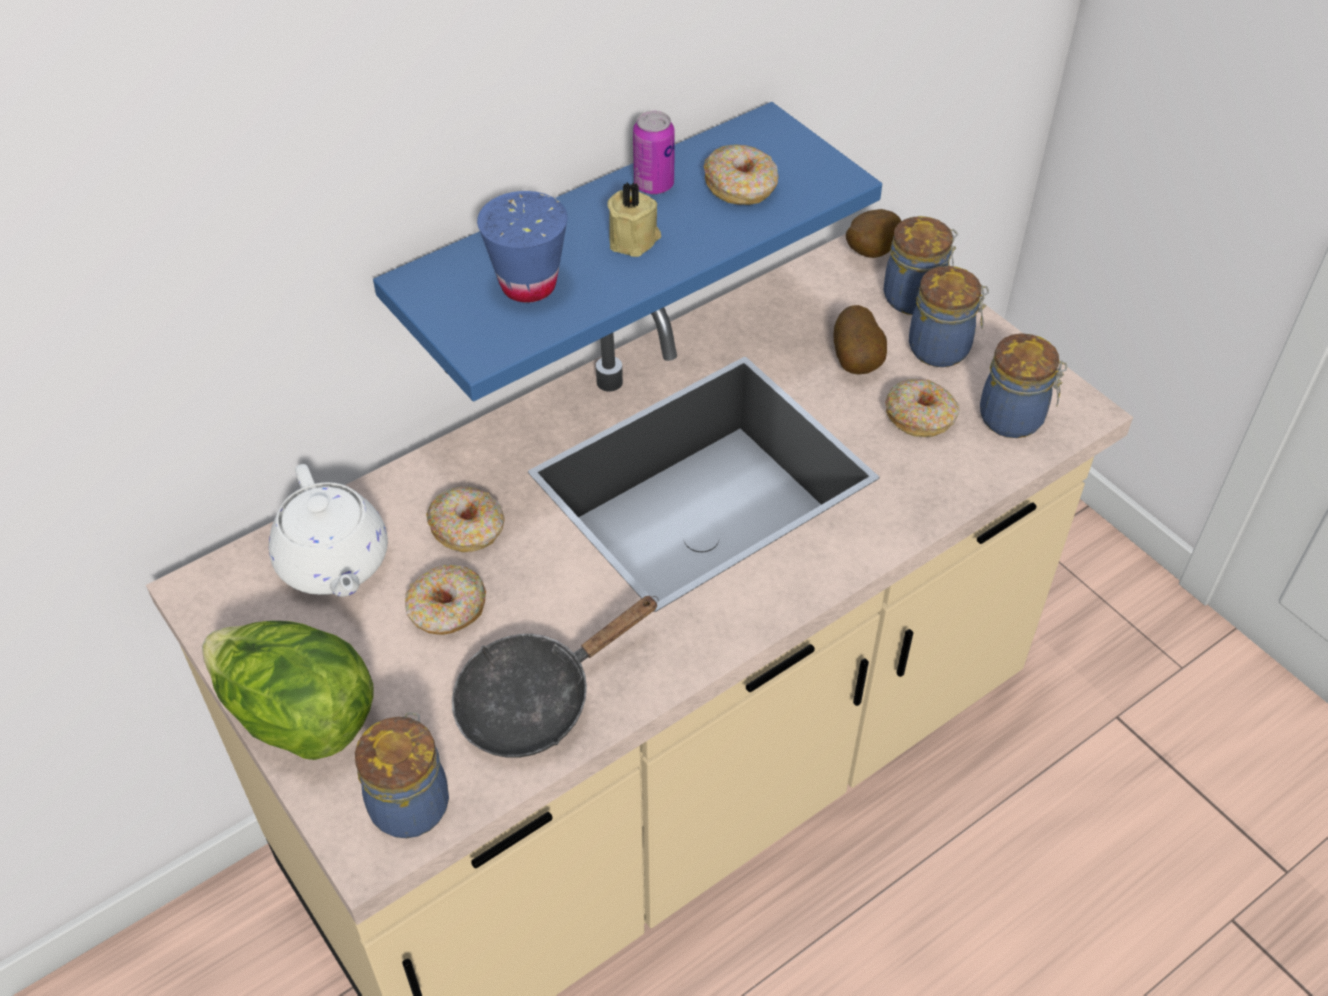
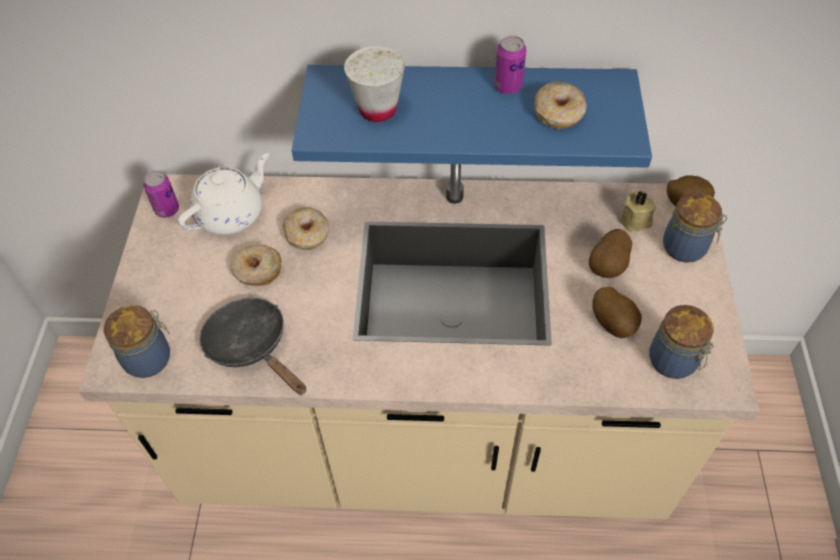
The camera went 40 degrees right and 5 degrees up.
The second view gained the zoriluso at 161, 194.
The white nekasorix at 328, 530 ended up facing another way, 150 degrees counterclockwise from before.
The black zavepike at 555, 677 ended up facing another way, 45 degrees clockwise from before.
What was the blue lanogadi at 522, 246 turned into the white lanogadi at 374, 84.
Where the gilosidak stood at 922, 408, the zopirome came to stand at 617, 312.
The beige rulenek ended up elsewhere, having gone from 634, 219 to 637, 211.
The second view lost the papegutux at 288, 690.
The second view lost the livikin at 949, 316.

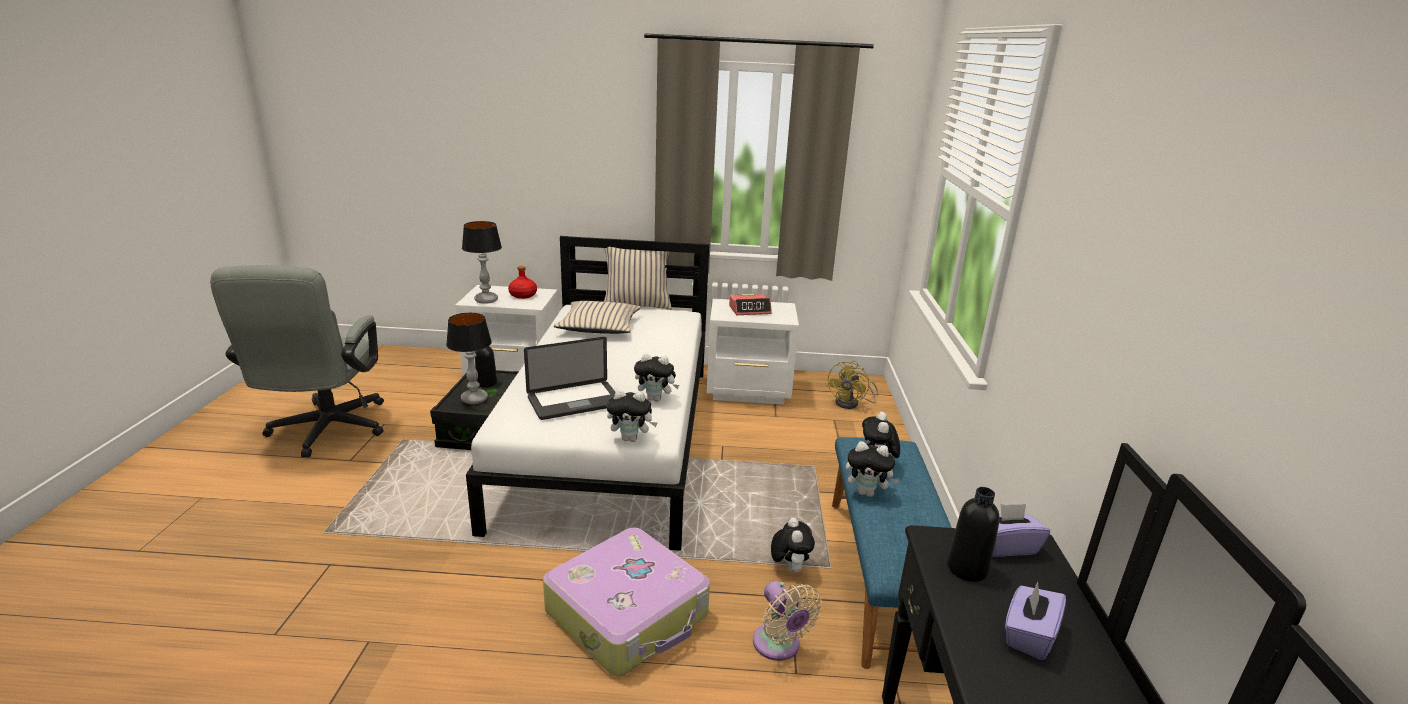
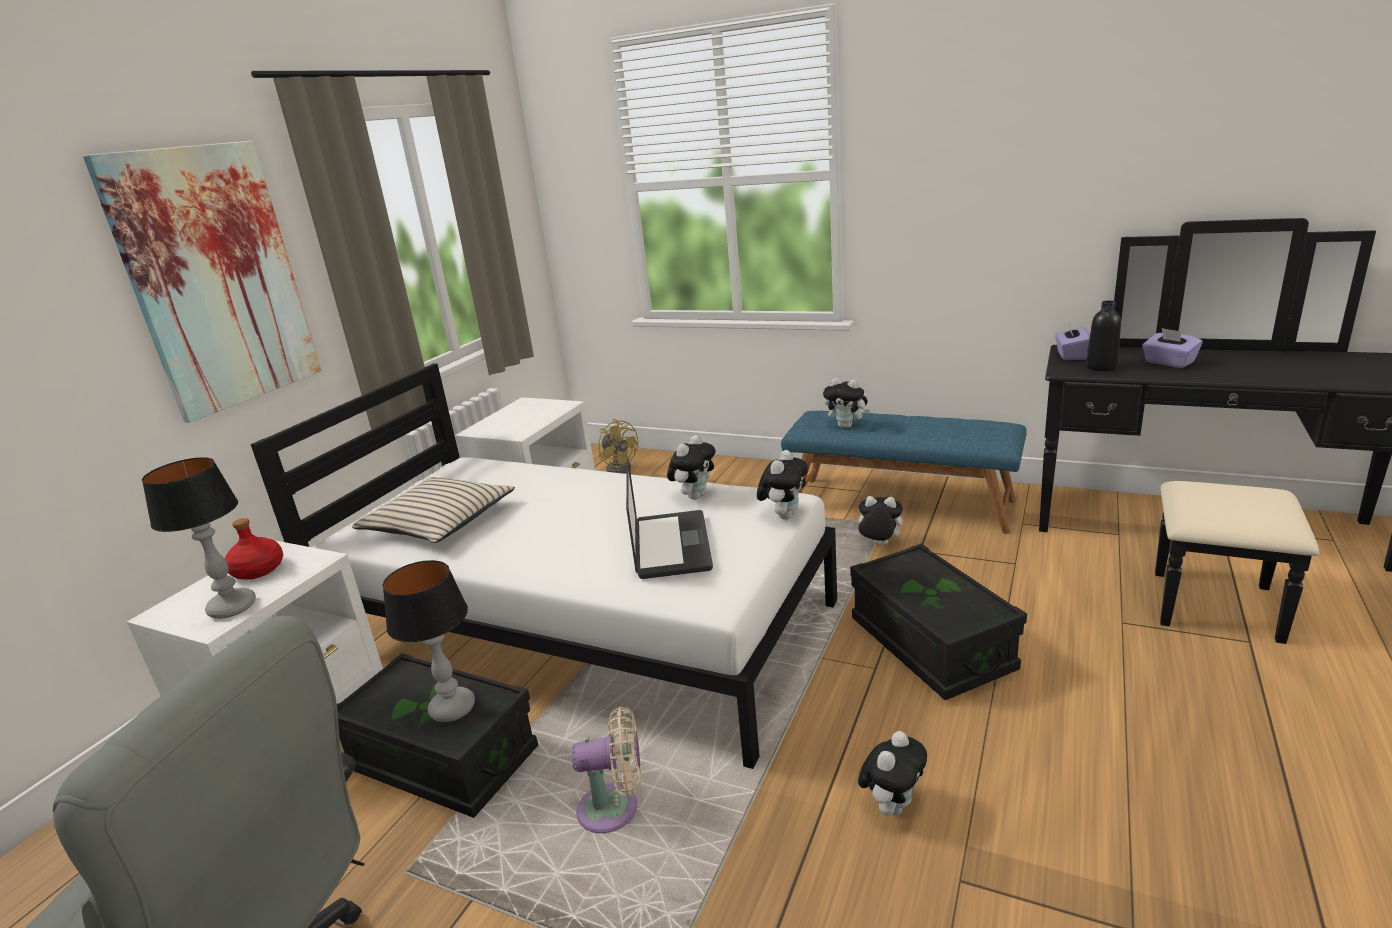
The camera went 65 degrees left and 0 degrees up.
The second view gained the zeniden at 202, 282.
The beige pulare ended up elsewhere, having gone from 787, 621 to 606, 770.
Where the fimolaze stood at 626, 601, the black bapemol came to stand at 938, 622.
The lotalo ended up elsewhere, having gone from 872, 469 to 892, 773.
The second view lost the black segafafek at 486, 367.
The second view lost the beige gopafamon at 637, 278.
The second view lost the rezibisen at 750, 304.

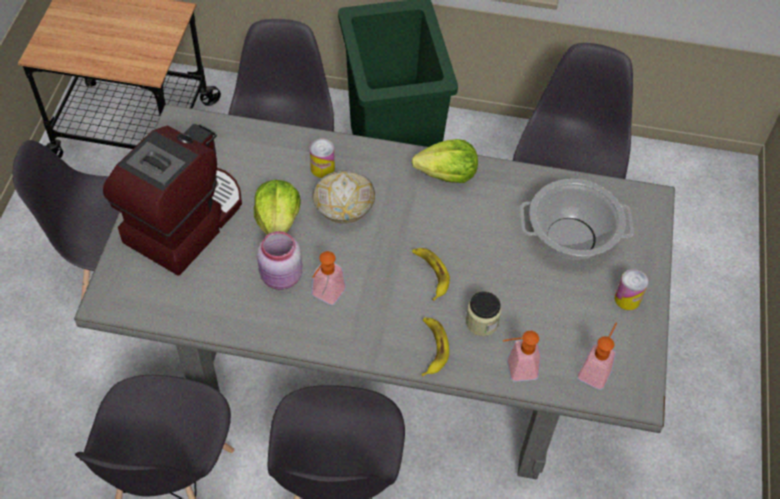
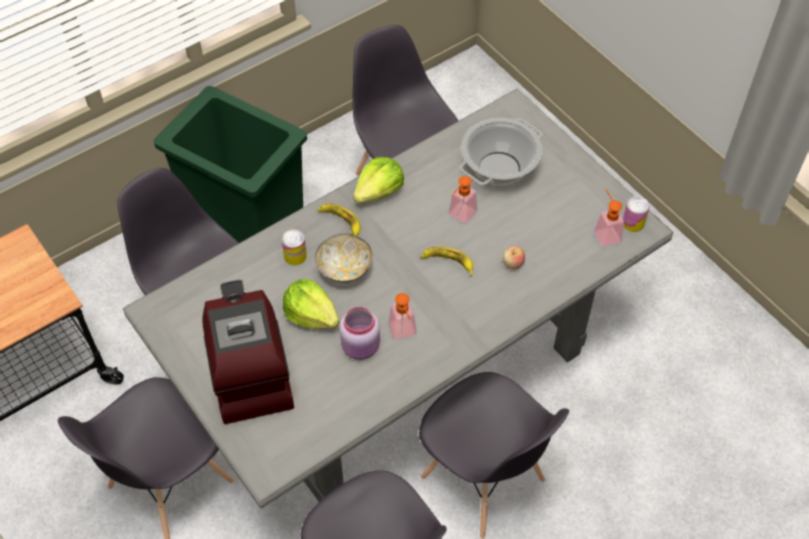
The camera went 45 degrees left and 0 degrees up.
The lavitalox ended up elsewhere, having gone from 435, 346 to 339, 219.
The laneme ended up elsewhere, having gone from 522, 356 to 463, 200.
Where the livikin stood at 483, 313, the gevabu came to stand at 514, 257.
The zoriluso ended up elsewhere, having gone from 631, 289 to 636, 214.

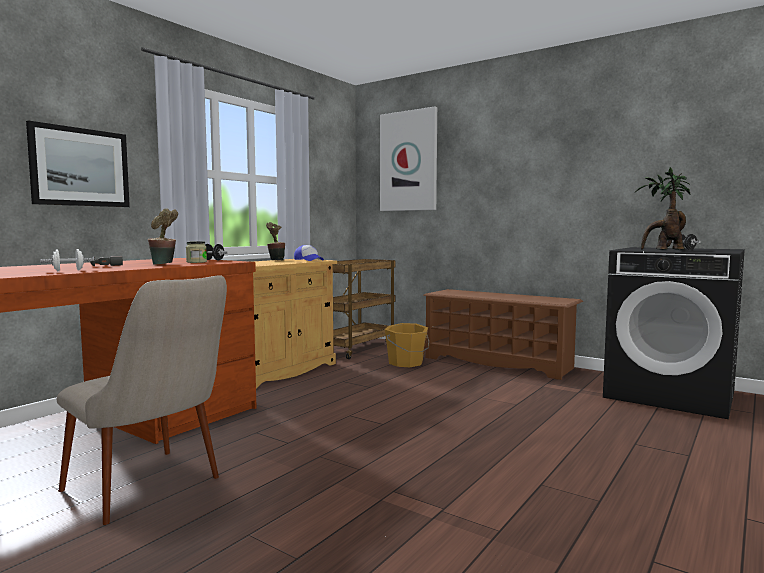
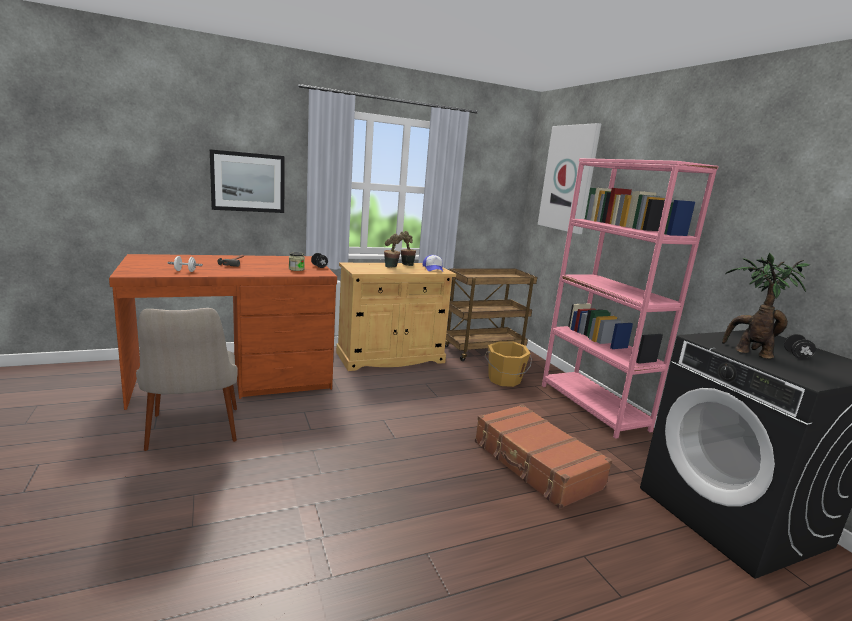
The camera went 30 degrees right and 10 degrees up.
The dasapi ended up elsewhere, having gone from 163, 236 to 393, 251.
The second view gained the brown fimolaze at 543, 456.
Where the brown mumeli stood at 503, 334, the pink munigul came to stand at 630, 298.

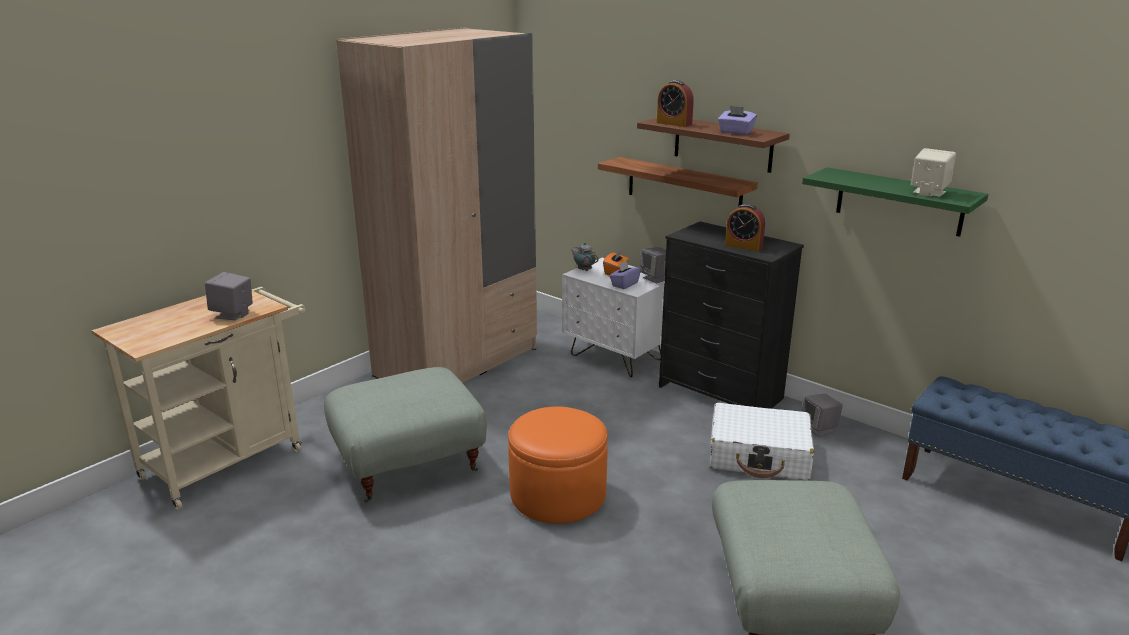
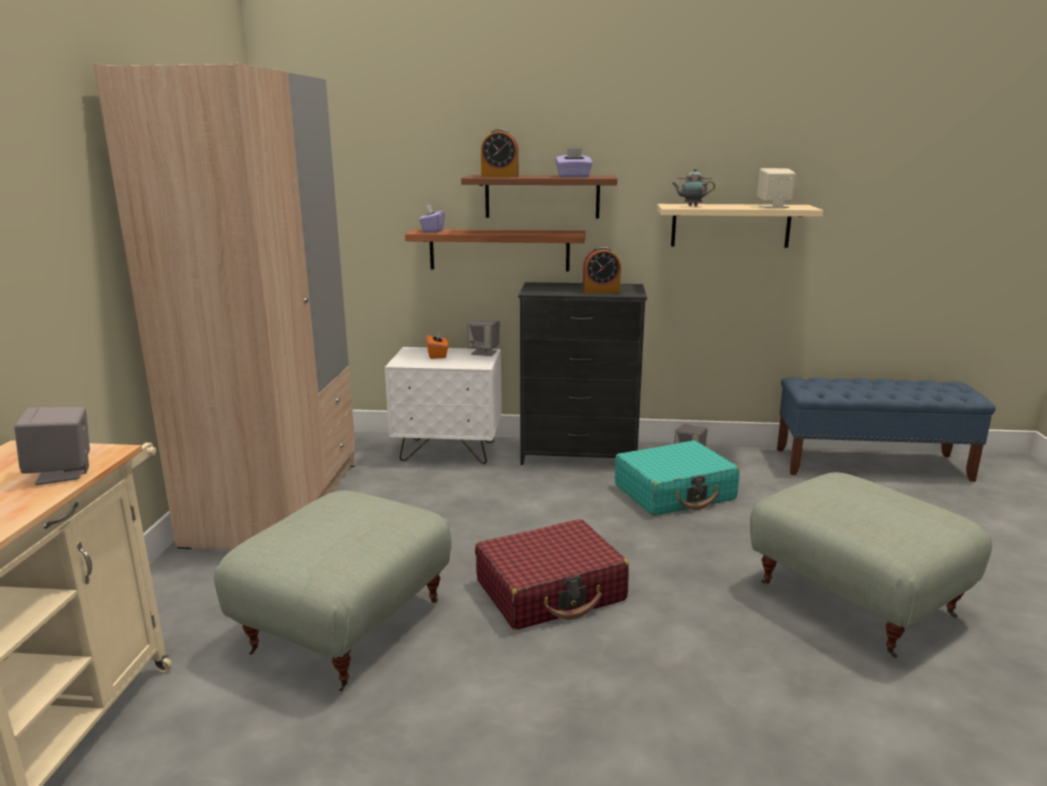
The camera went 35 degrees left and 5 degrees down.
The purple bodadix ended up elsewhere, having gone from 625, 275 to 432, 218.
Where the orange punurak stood at 558, 465, the red fimolaze came to stand at 552, 574.
What was the white fimolaze at 762, 442 turned into the turquoise fimolaze at 677, 478.
What was the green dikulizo at 895, 202 turned into the beige dikulizo at 740, 226.
The nekasorix ended up elsewhere, having gone from 585, 256 to 693, 187.

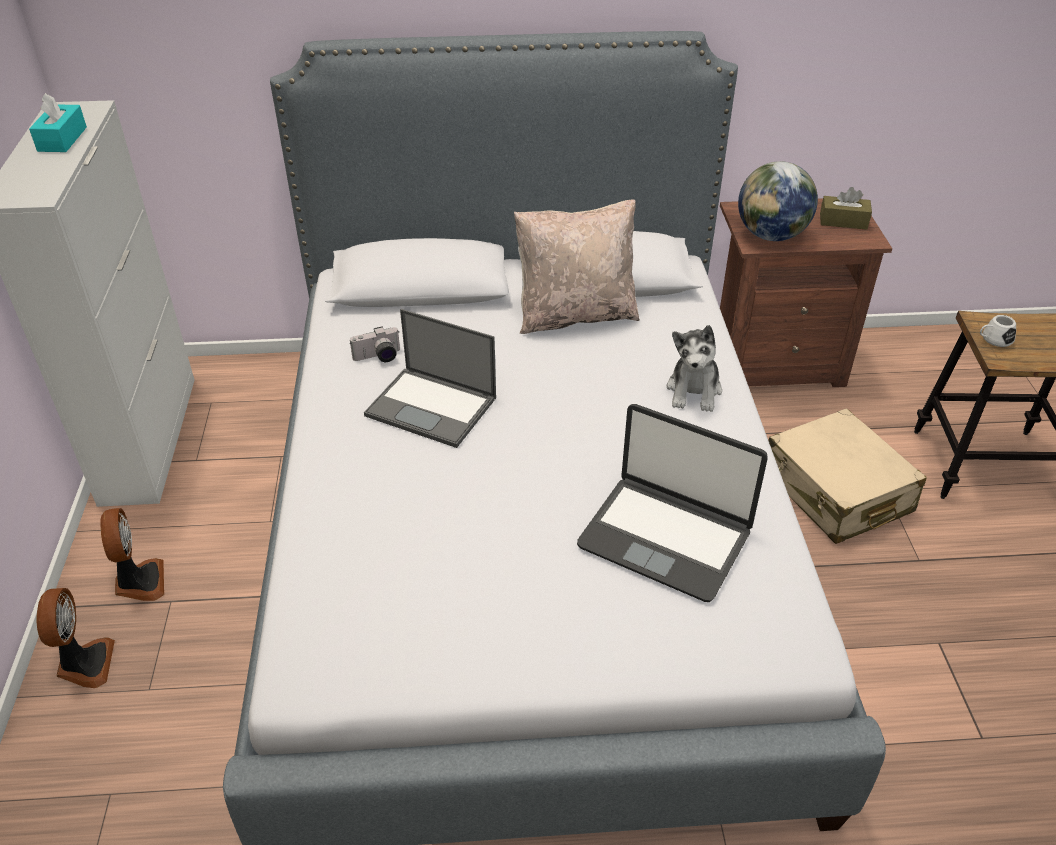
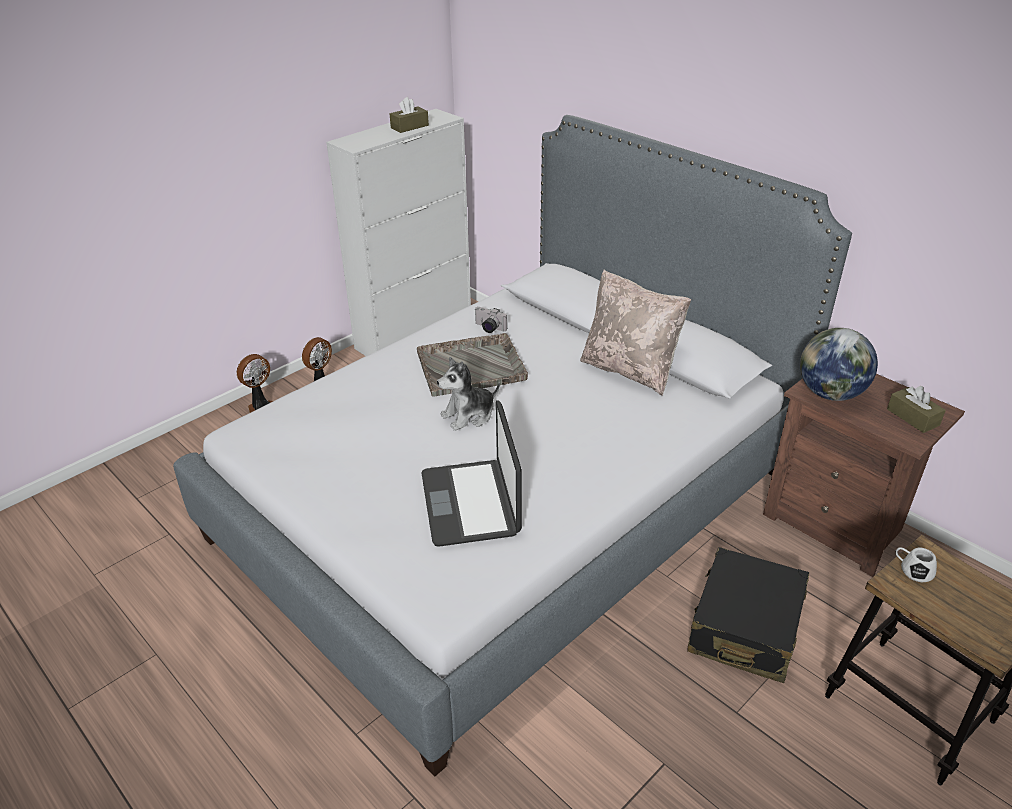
The camera went 50 degrees right and 5 degrees down.
What was the turquoise bodadix at 58, 122 turned into the brown bodadix at 409, 115.
Where the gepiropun stood at 430, 378, the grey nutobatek came to stand at 472, 365.
The lotalo ended up elsewhere, having gone from 694, 368 to 468, 394.
What was the beige fimolaze at 847, 476 turned into the black fimolaze at 748, 615.

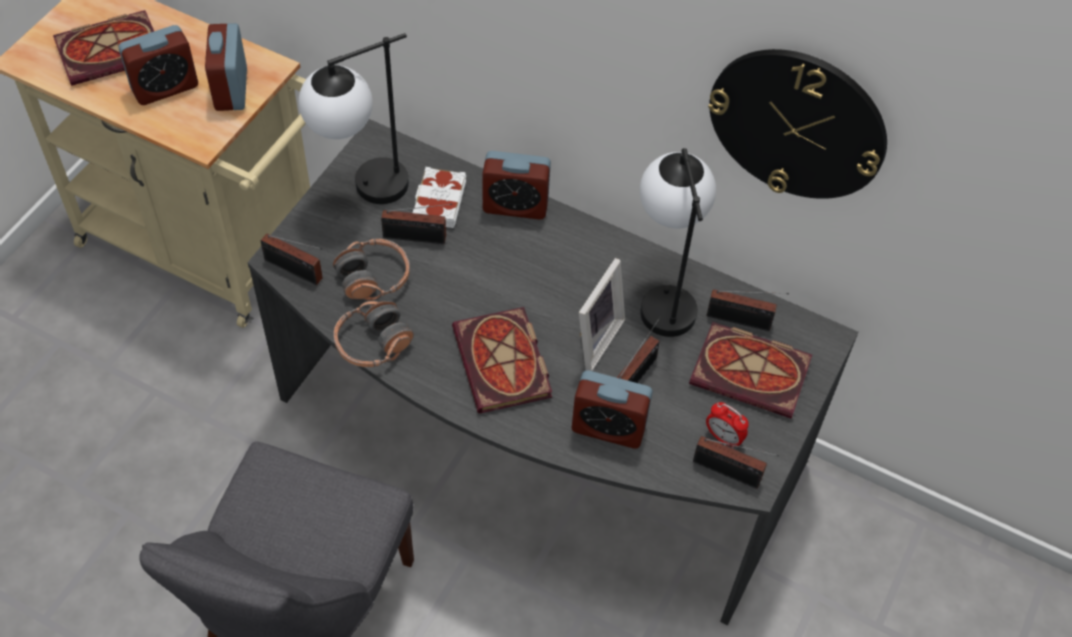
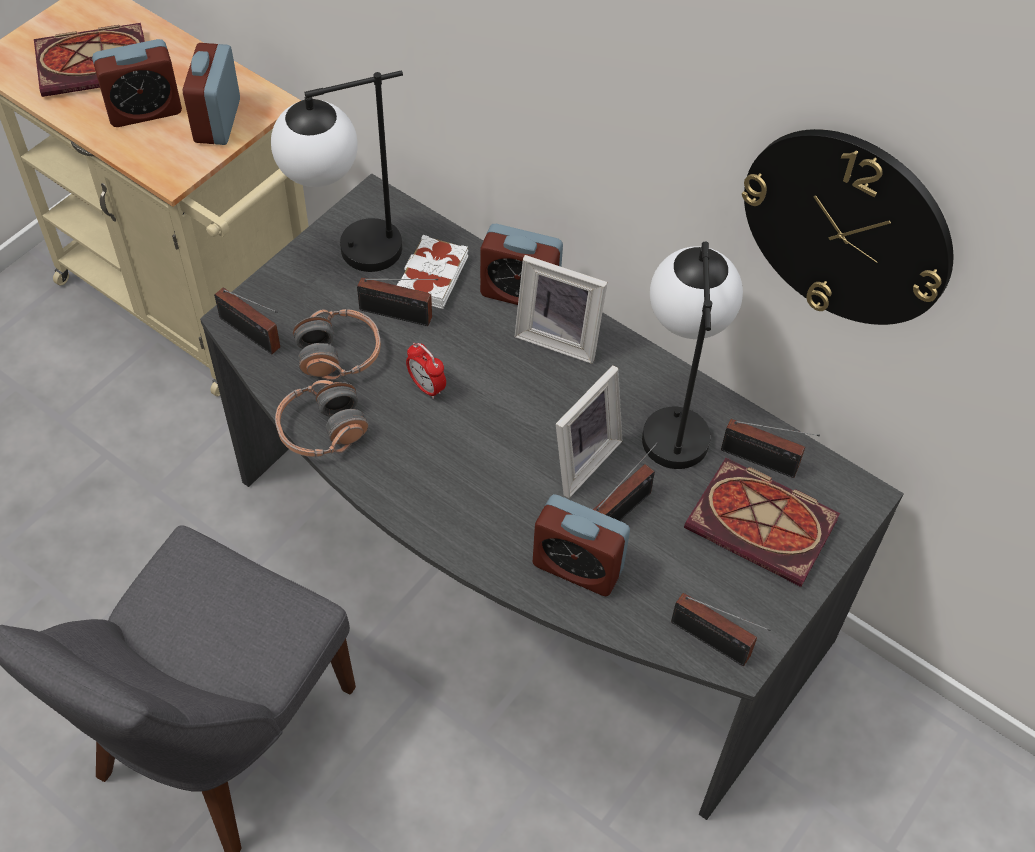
The camera went 10 degrees right and 0 degrees up.
The rezibisen ended up elsewhere, having gone from 727, 425 to 426, 371.
The second view gained the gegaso at 561, 309.
The second view lost the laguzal at 502, 360.

